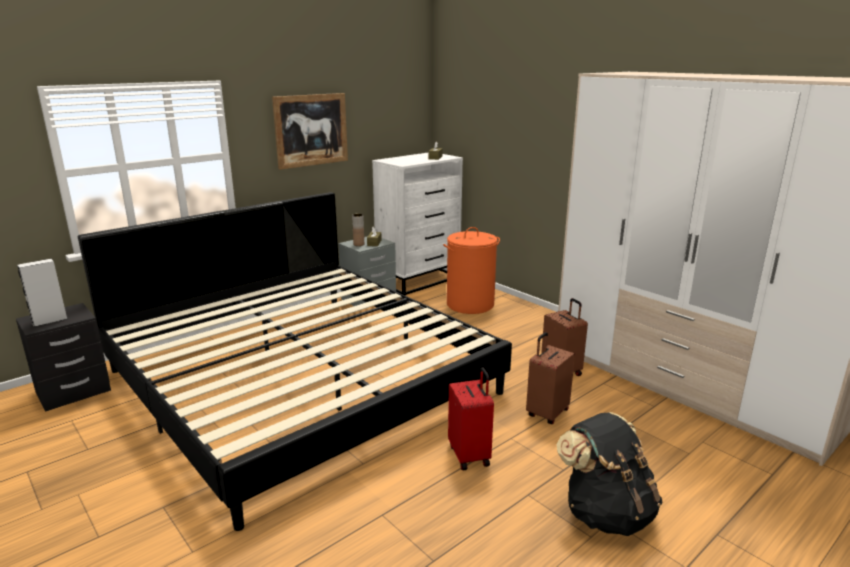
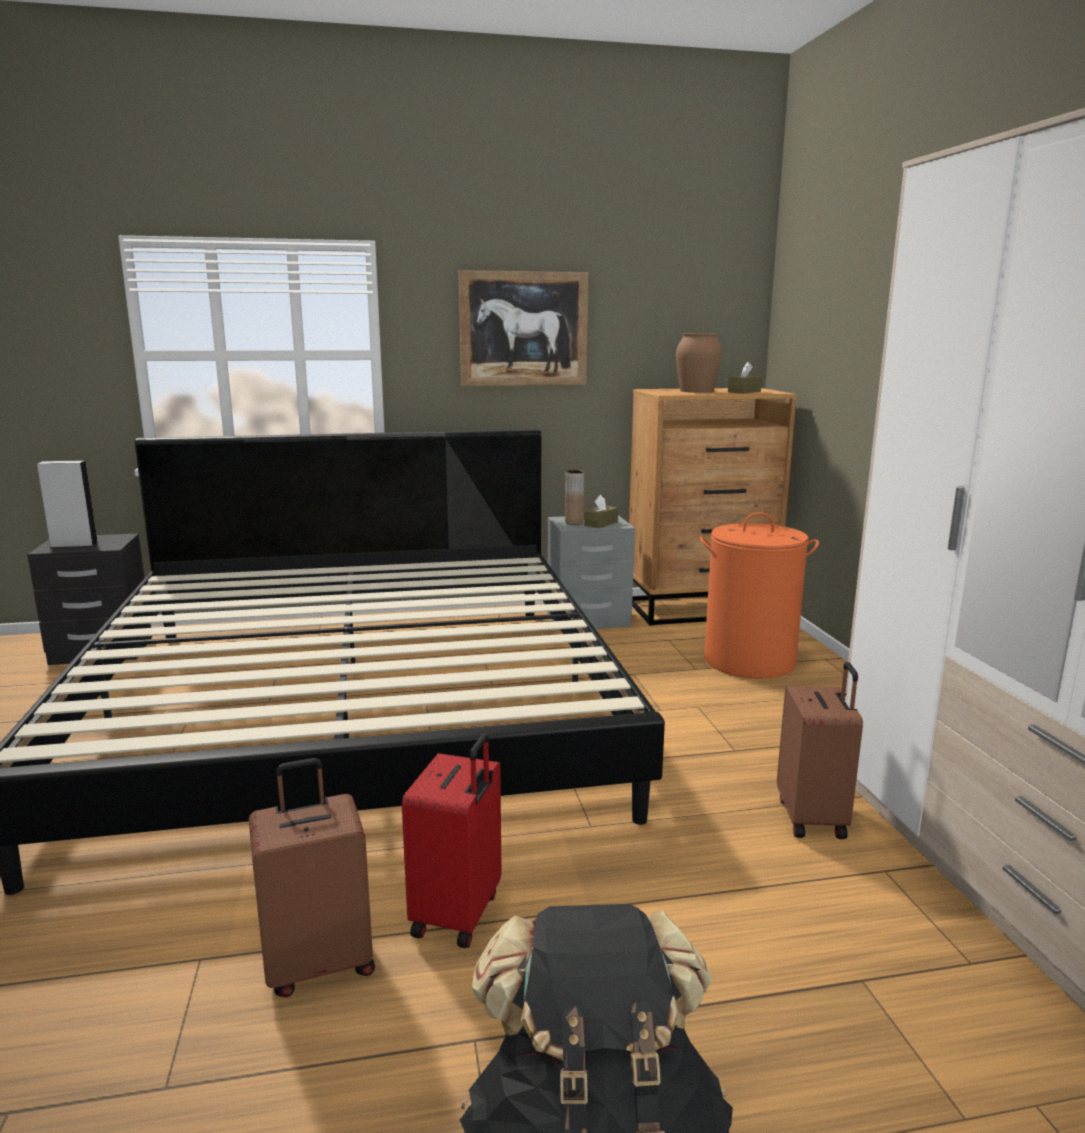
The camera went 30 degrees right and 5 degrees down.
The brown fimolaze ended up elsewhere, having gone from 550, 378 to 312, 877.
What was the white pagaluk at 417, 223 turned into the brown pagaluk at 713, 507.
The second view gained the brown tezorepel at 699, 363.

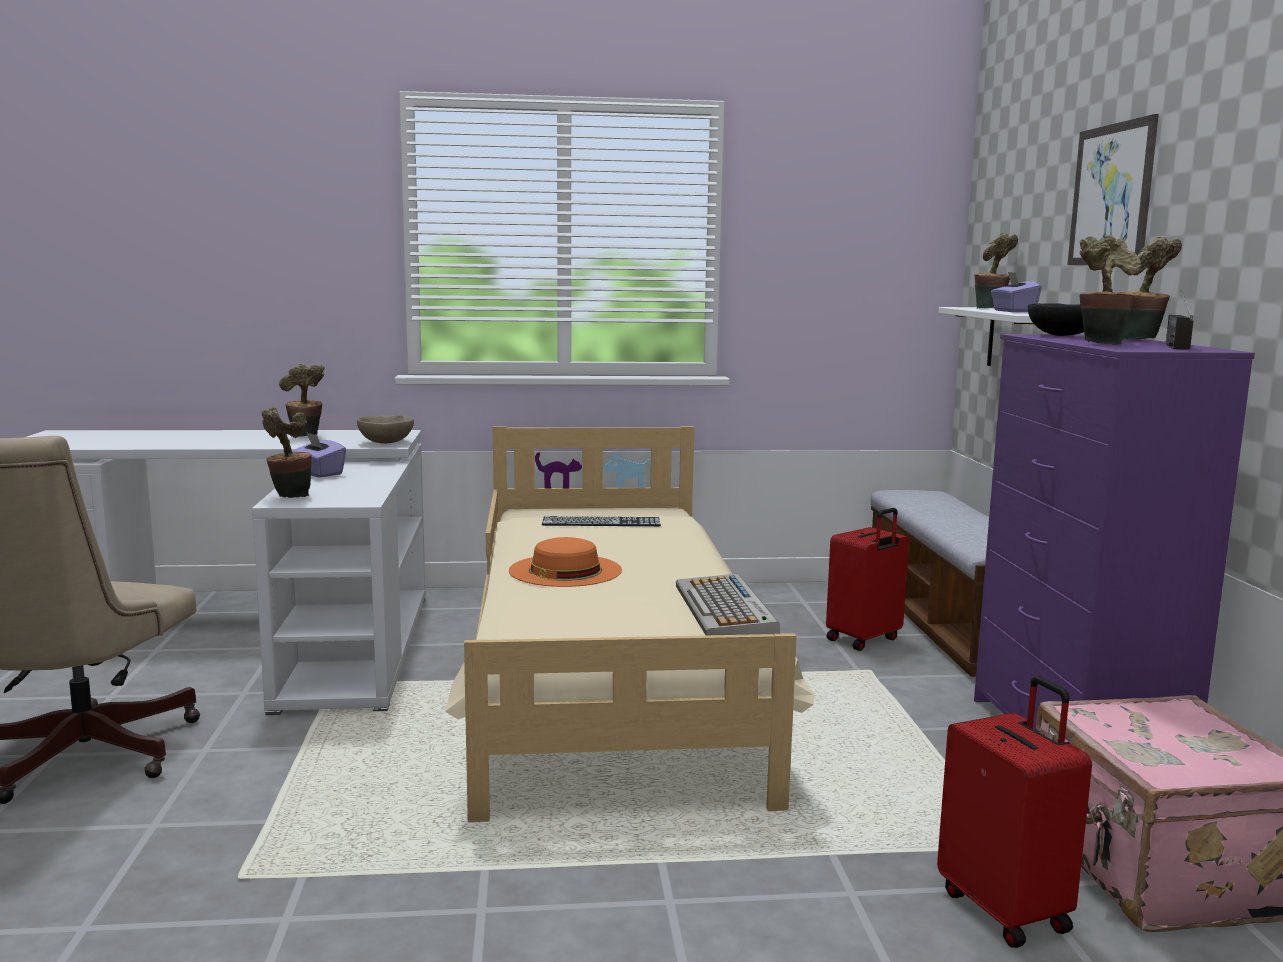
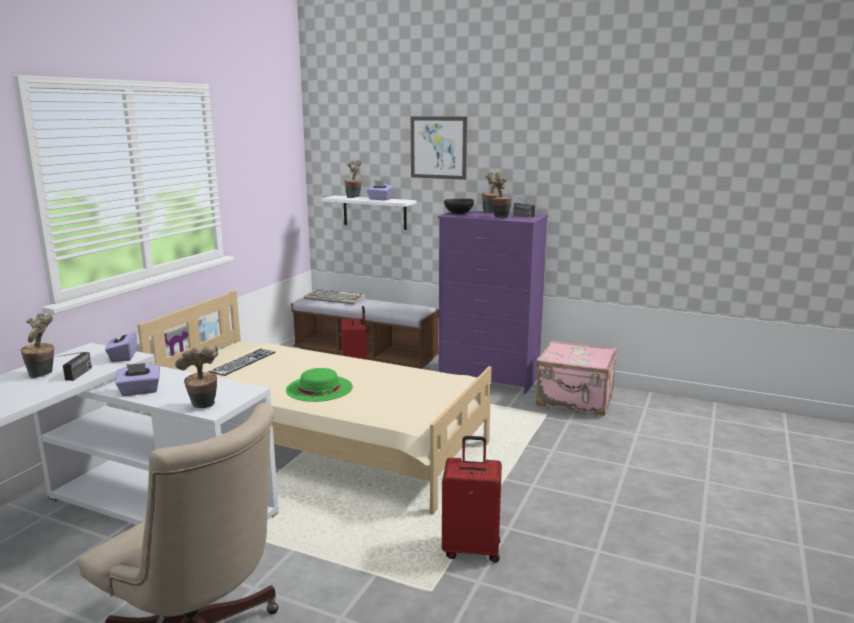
The camera went 60 degrees left and 5 degrees up.
The second view gained the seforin at 71, 366.
Where the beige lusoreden stood at 385, 429, the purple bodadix came to stand at 121, 345.
What was the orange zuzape at 565, 562 turned into the green zuzape at 319, 385.
The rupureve ended up elsewhere, having gone from 728, 604 to 335, 297.
The red fimolaze ended up elsewhere, having gone from 1014, 812 to 472, 499.

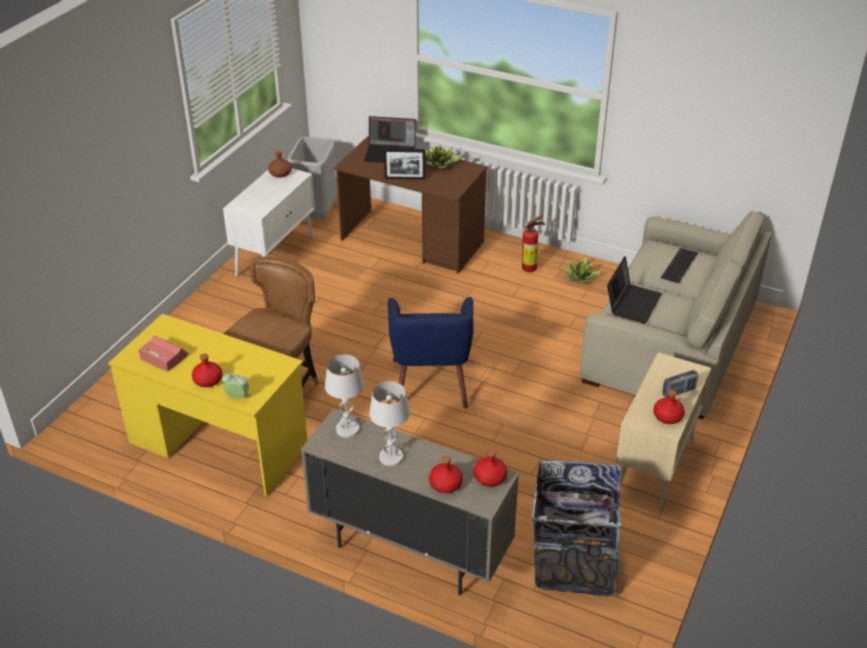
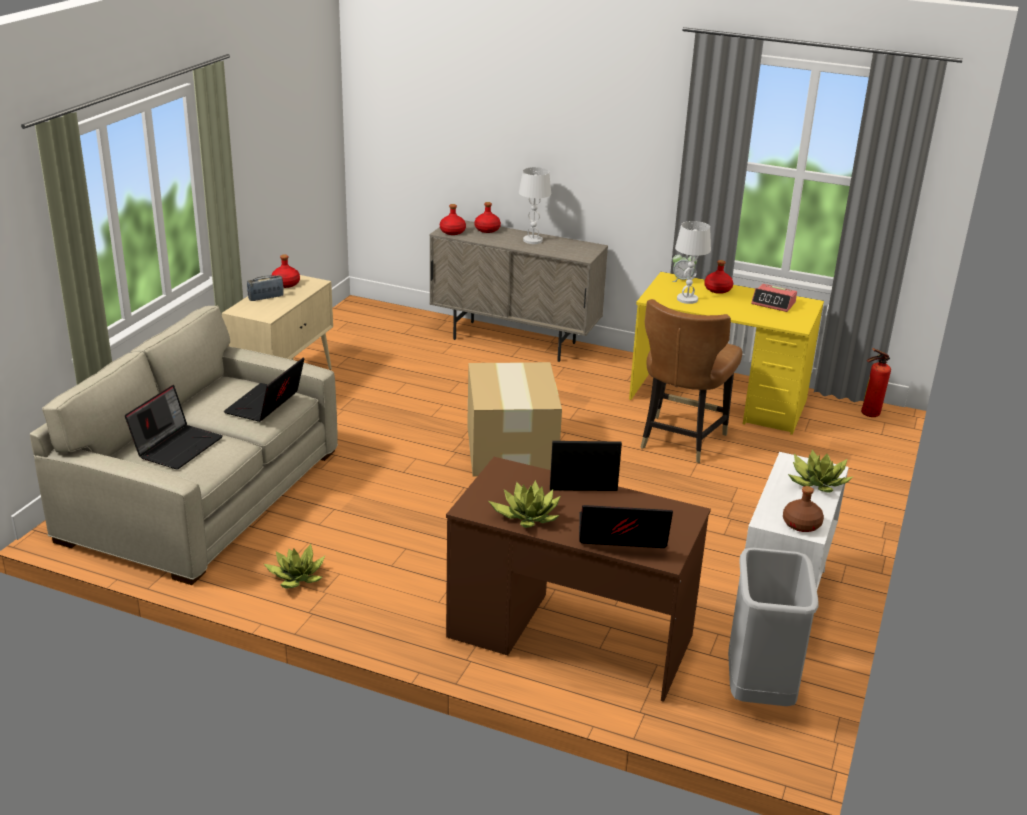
The camera went 175 degrees right and 10 degrees down.
Where the rupureve stood at 679, 266, the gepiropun came to stand at 174, 427.
Where the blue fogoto stood at 431, 352, the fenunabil came to stand at 514, 419.
The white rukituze ended up elsewhere, having gone from 345, 396 to 693, 262.
The second view gained the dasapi at 821, 471.
The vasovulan ended up elsewhere, having gone from 534, 243 to 876, 382.
The second view lost the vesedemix at 577, 528.

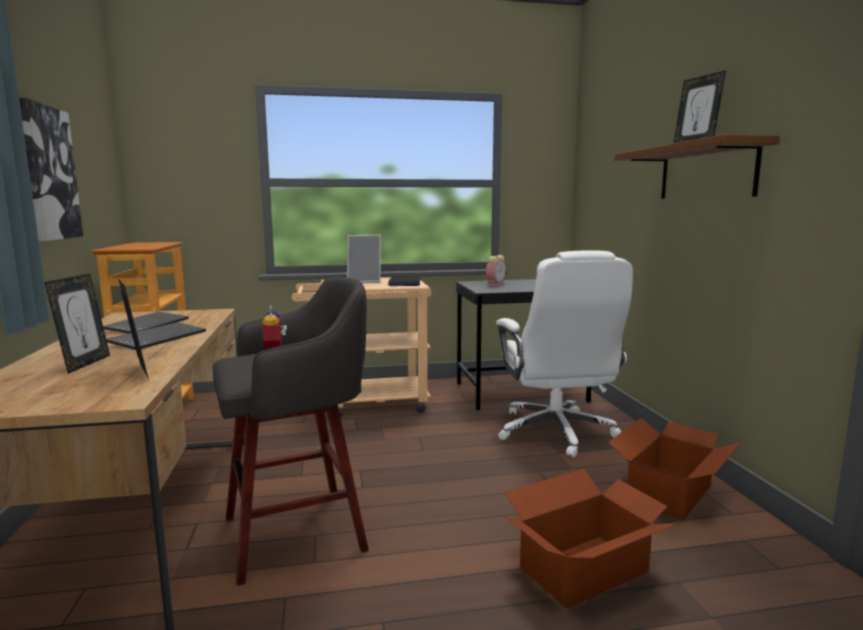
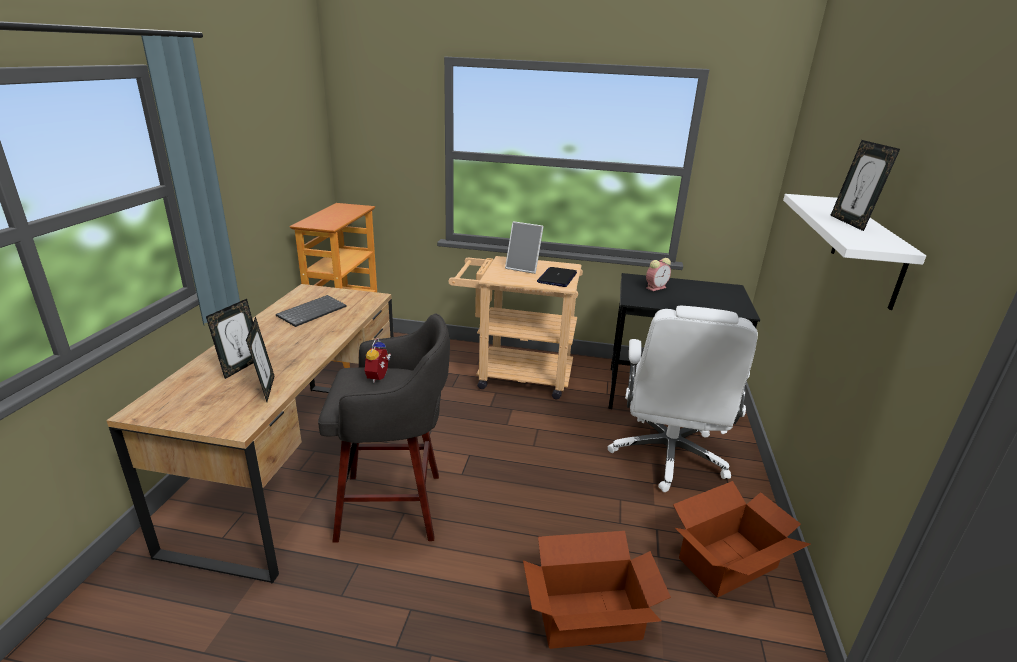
The camera went 20 degrees right and 15 degrees up.
What was the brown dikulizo at 697, 166 turned into the white dikulizo at 854, 252.
The second view lost the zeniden at 51, 169.
The second view lost the rupureve at 156, 336.

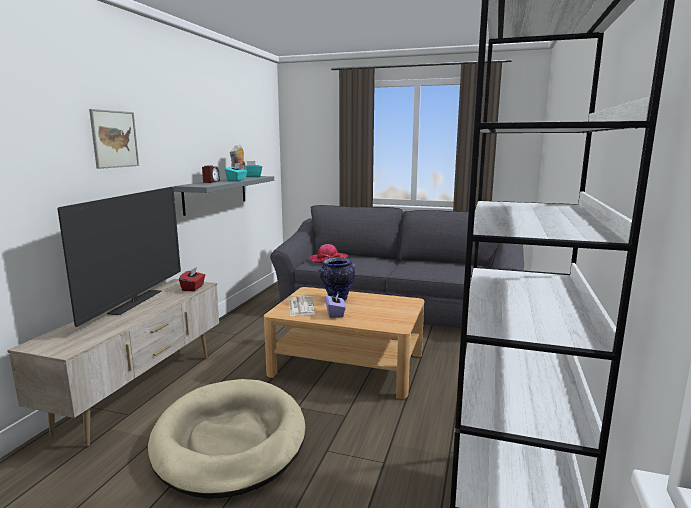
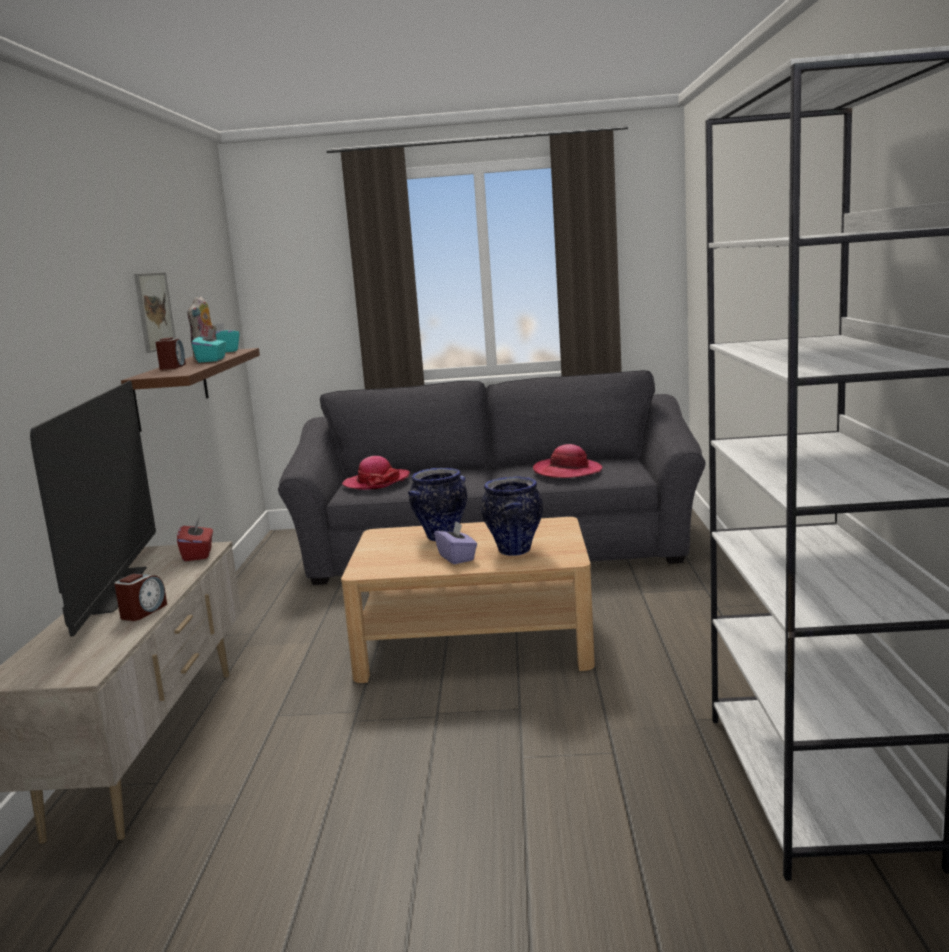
The camera went 15 degrees left and 0 degrees up.
The second view gained the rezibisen at 140, 597.
What was the grey dikulizo at 223, 196 turned into the brown dikulizo at 190, 390.
The zeniden ended up elsewhere, having gone from 114, 139 to 155, 312.
The second view gained the tezorepel at 512, 516.
The second view gained the zuzape at 567, 461.
The second view lost the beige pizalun at 226, 439.
The second view lost the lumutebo at 302, 306.

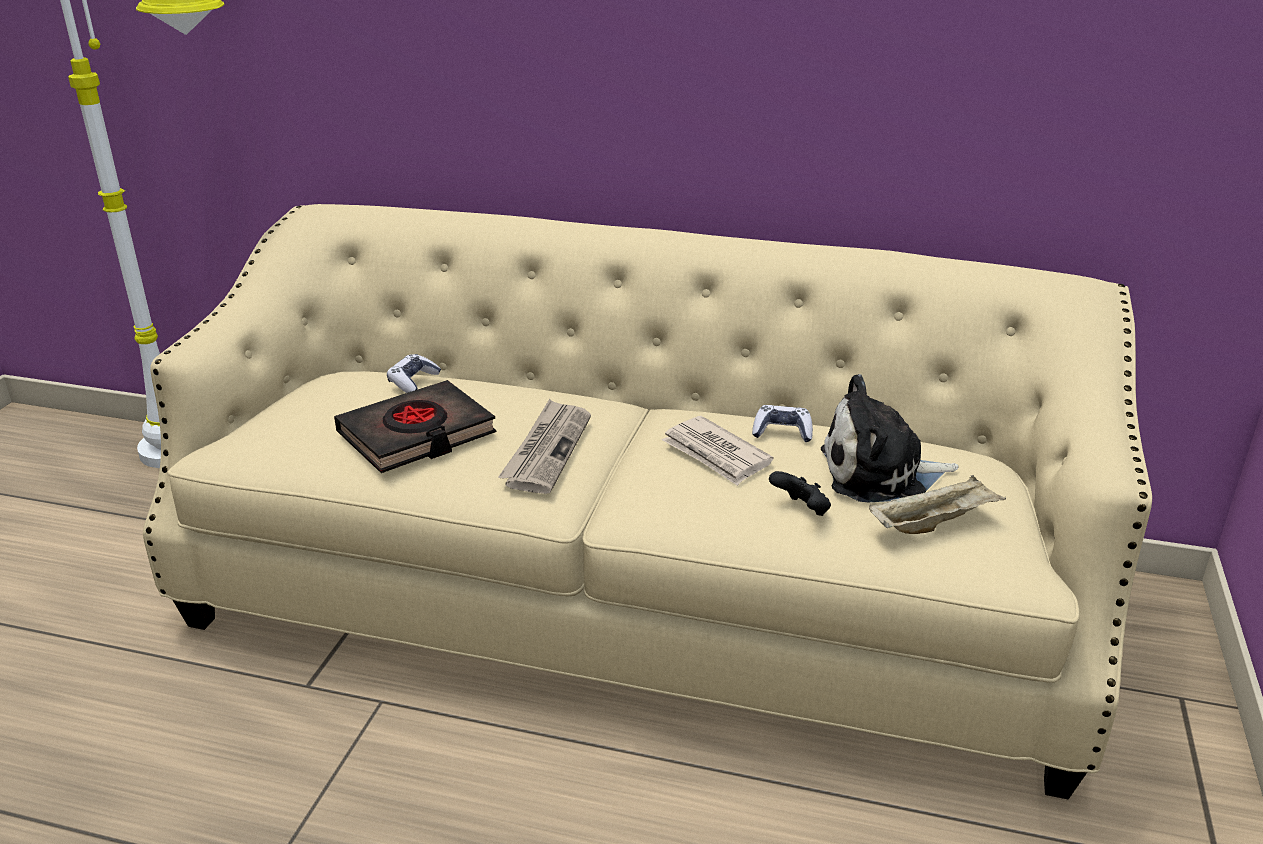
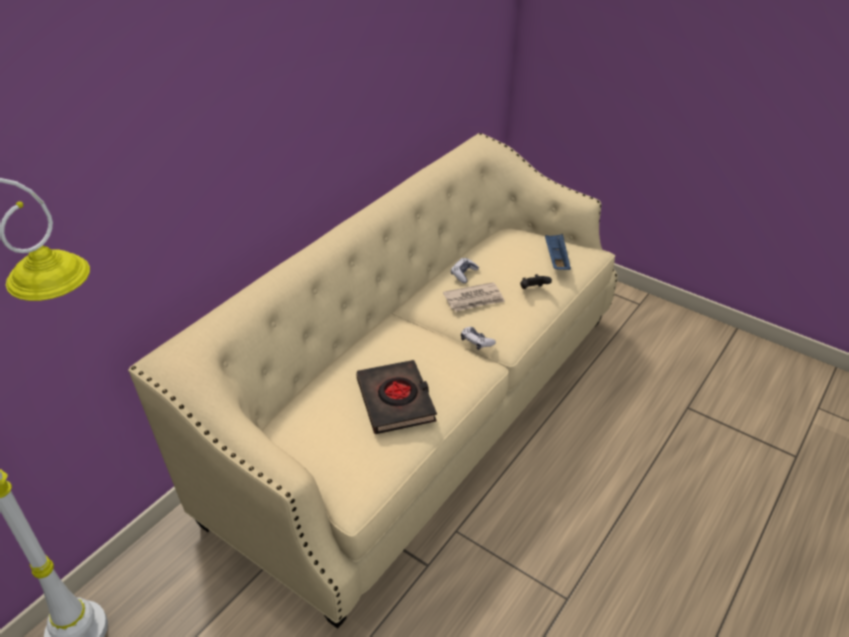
The camera went 70 degrees left and 10 degrees up.
The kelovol ended up elsewhere, having gone from 414, 373 to 478, 338.
What was the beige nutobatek at 937, 504 turned into the blue nutobatek at 558, 252.
The second view lost the lumutebo at 544, 446.
The second view lost the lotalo at 890, 438.

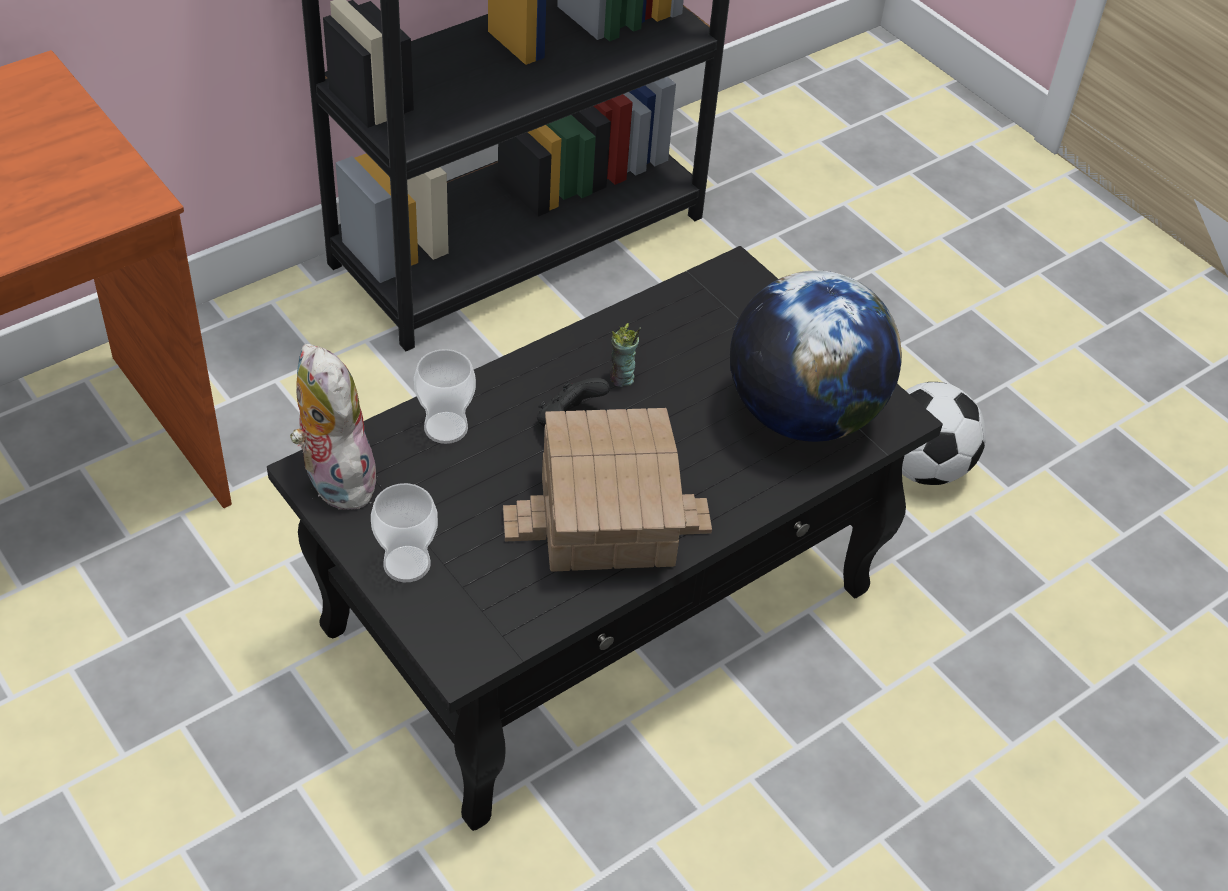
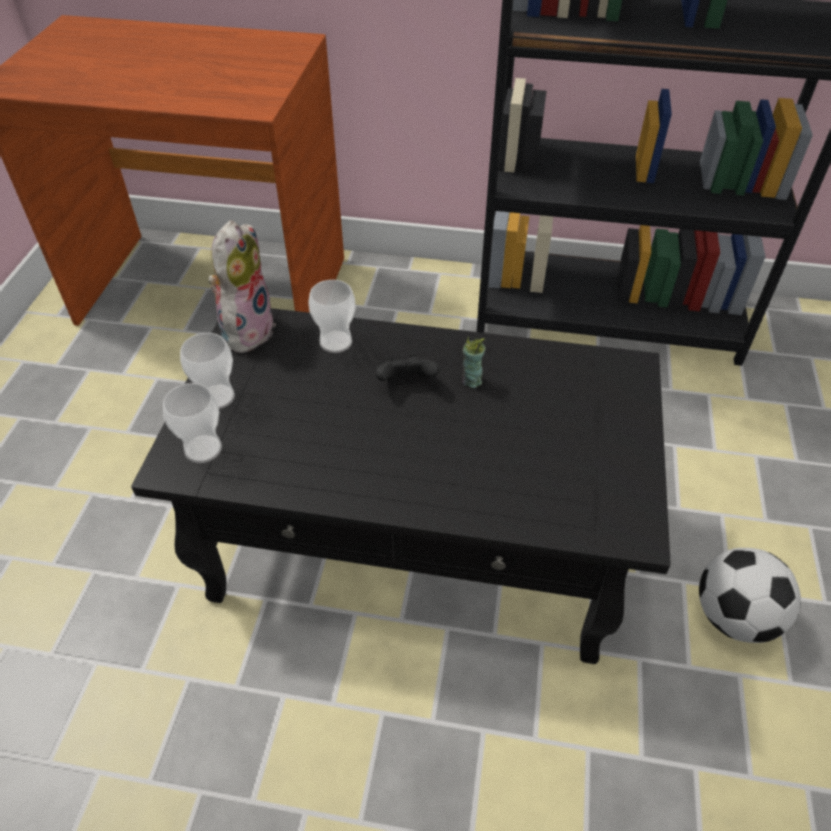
The camera went 50 degrees right and 0 degrees up.
The second view gained the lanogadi at 192, 423.
The second view lost the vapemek at 607, 490.
The second view lost the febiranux at 816, 356.

